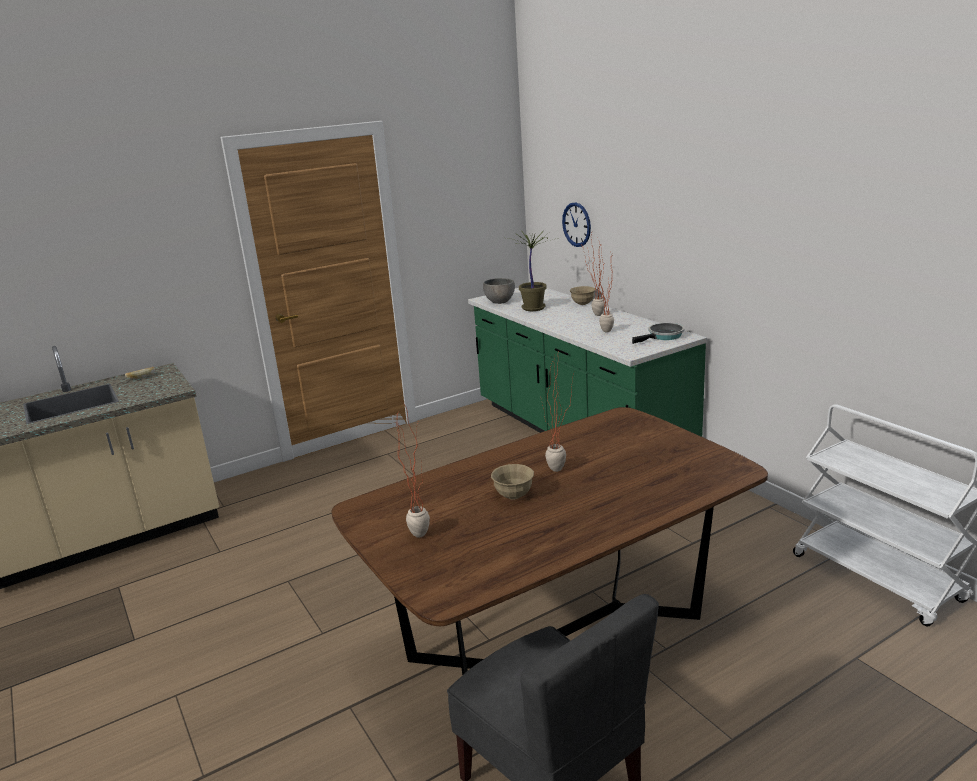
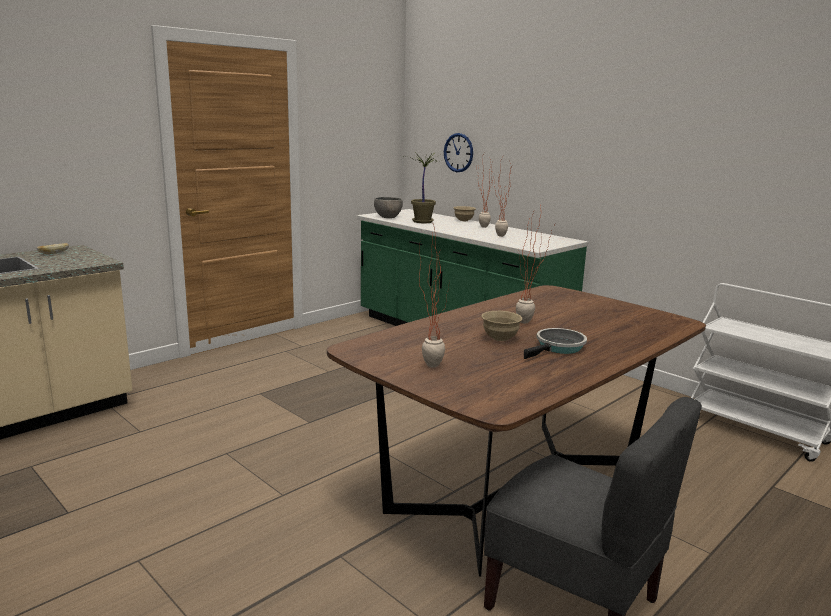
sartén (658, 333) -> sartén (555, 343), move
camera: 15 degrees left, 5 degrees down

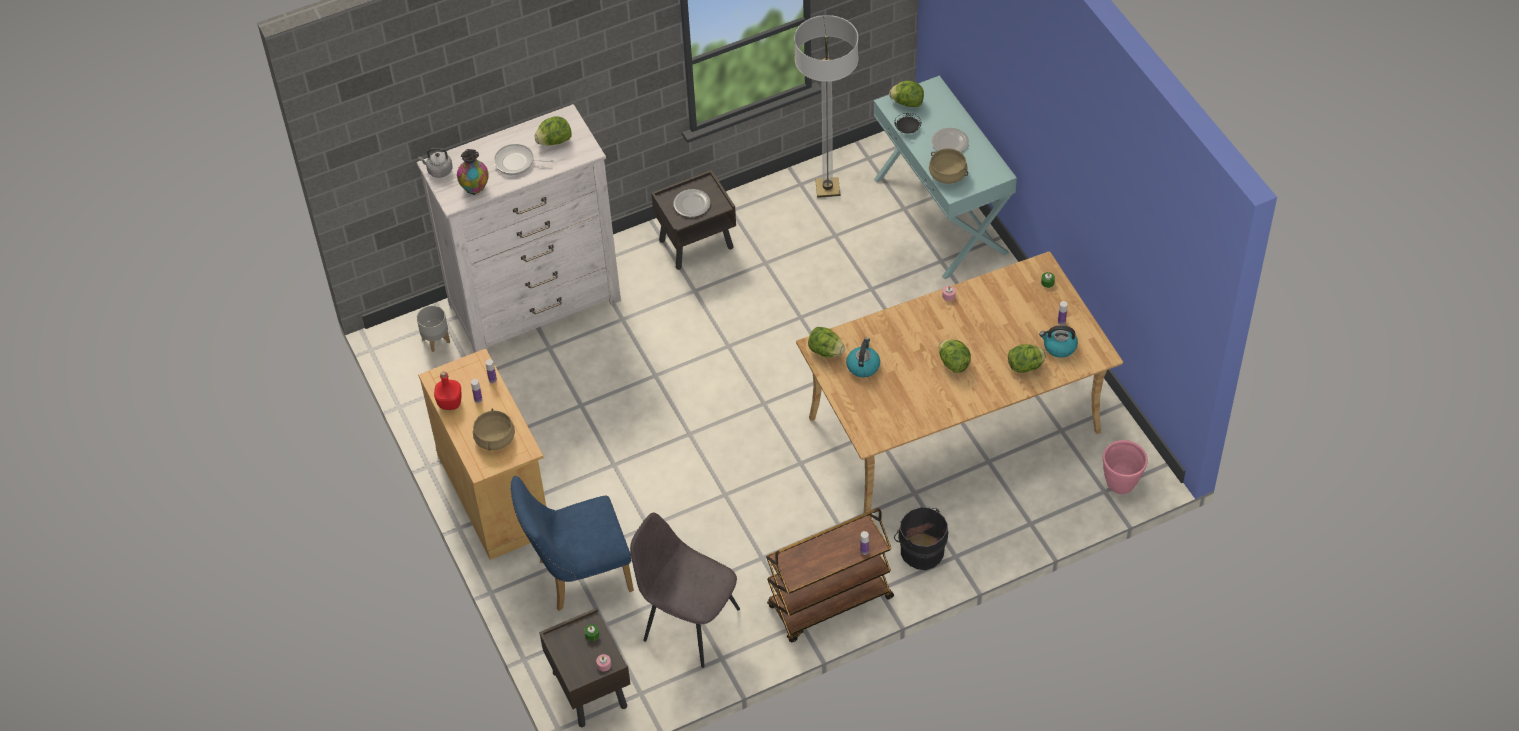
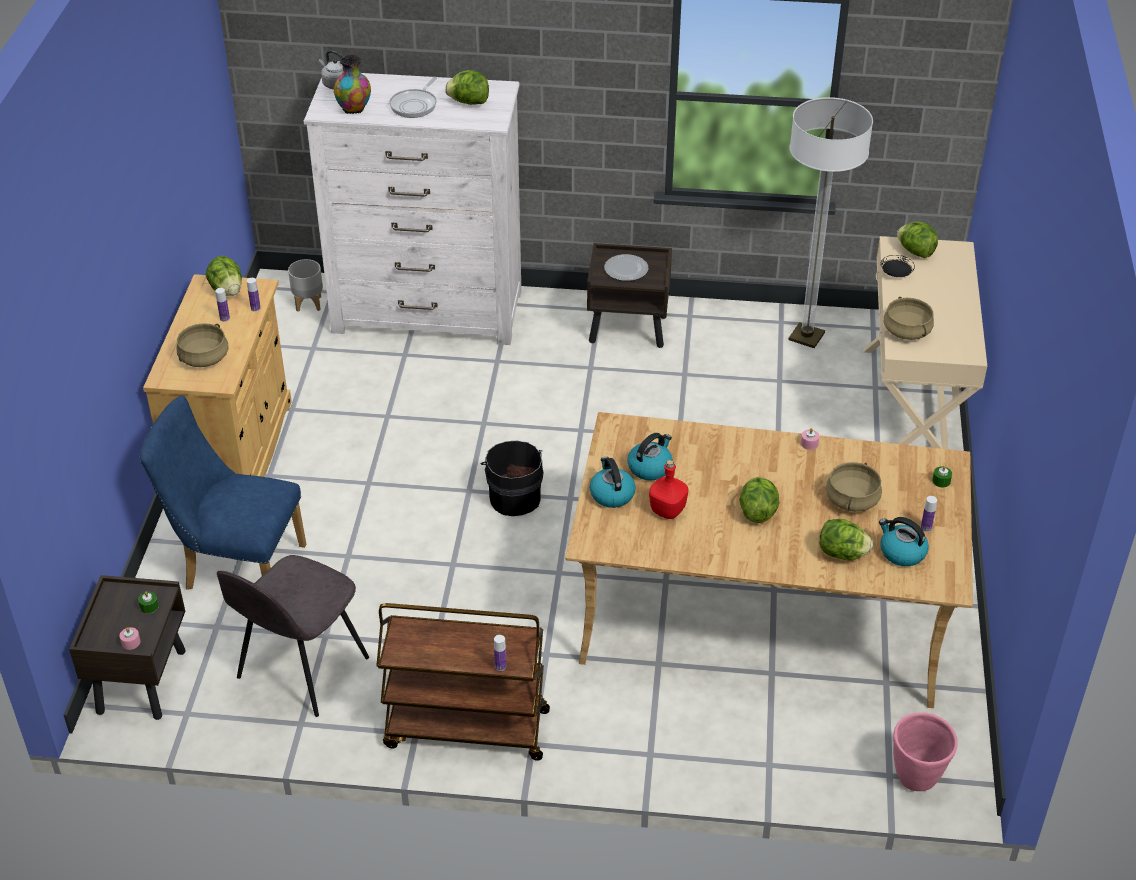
plato (950, 140) -> none
none -> hervidor (613, 482)
none -> olla (beis) (854, 487)
botella (rojo) (448, 390) -> botella (rojo) (668, 489), move
lechuga (826, 342) -> lechuga (224, 276), move
cubo (negro) (921, 538) -> cubo (negro) (512, 478), move
mesa consola (turquesa) (945, 177) -> mesa consola (beis) (925, 342)
sartén (524, 159) -> sartén (413, 97), 105 degrees counterclockwise
silla (gris) (685, 590) -> silla (gris) (293, 636), 120 degrees counterclockwise
camera: 30 degrees right, 10 degrees down

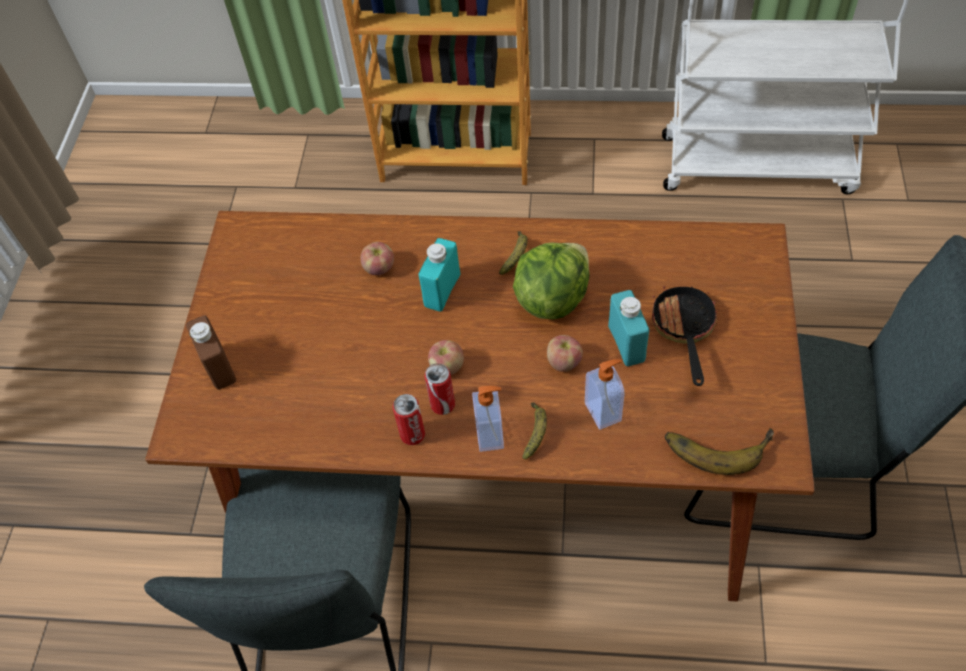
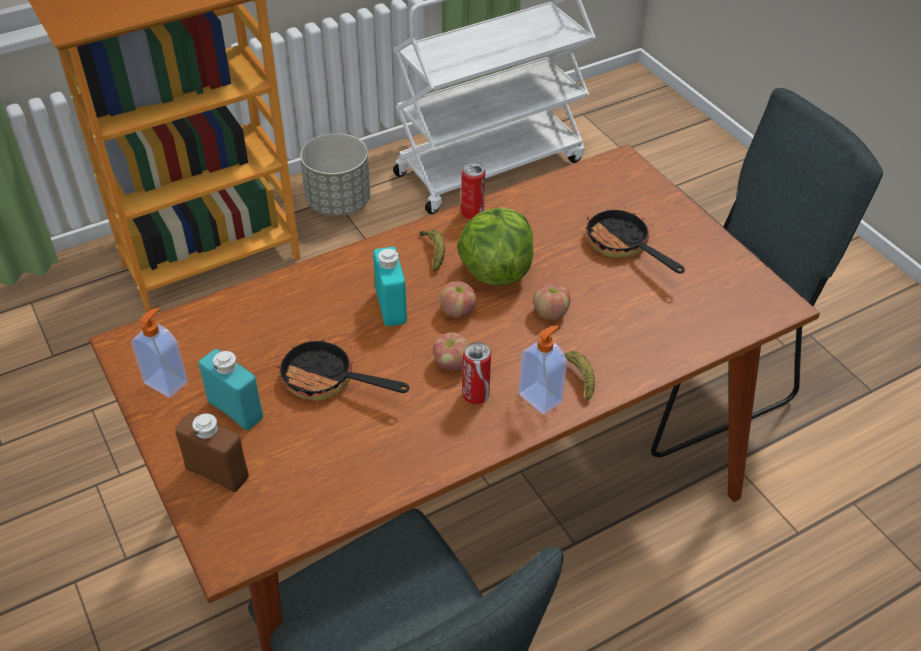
plátano (719, 451) -> none
none -> sartén (343, 369)
none -> maceta (gris) (335, 174)
manzana (377, 258) -> manzana (458, 299), move
lata (409, 419) -> lata (473, 191), move
dispensador de jabón (605, 394) -> dispensador de jabón (159, 353), move
botella (turquesa) (628, 328) -> botella (turquesa) (231, 389), move
camera: 40 degrees left, 10 degrees down

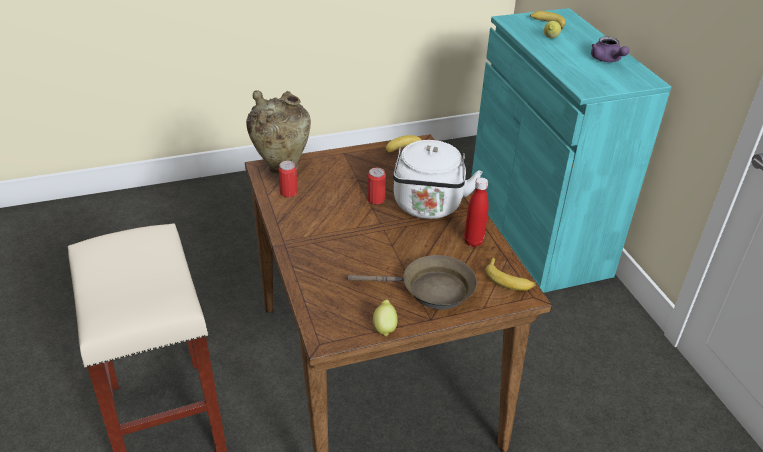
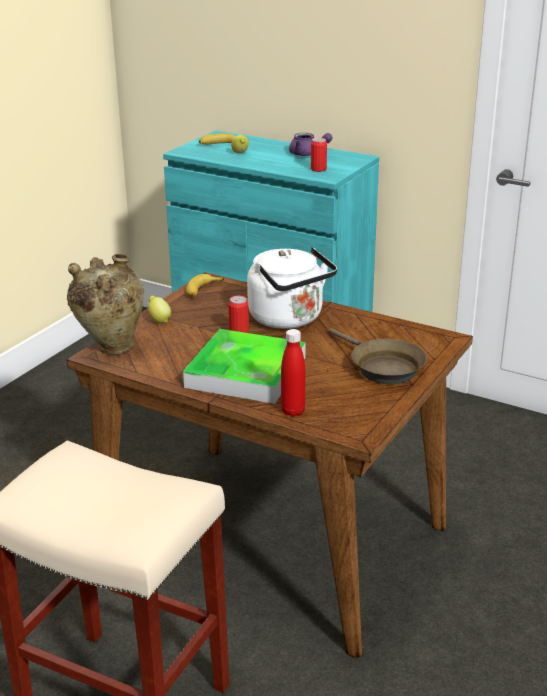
plátano (511, 274) -> none
none -> bandeja (244, 366)
lata (288, 179) -> lata (319, 155), move
limón (385, 318) -> limón (159, 309), move
botella (rojo) (476, 212) -> botella (rojo) (293, 373), move
sartén (marrón) (412, 282) -> sartén (marrón) (378, 356), 90 degrees clockwise
camera: 40 degrees left, 10 degrees down

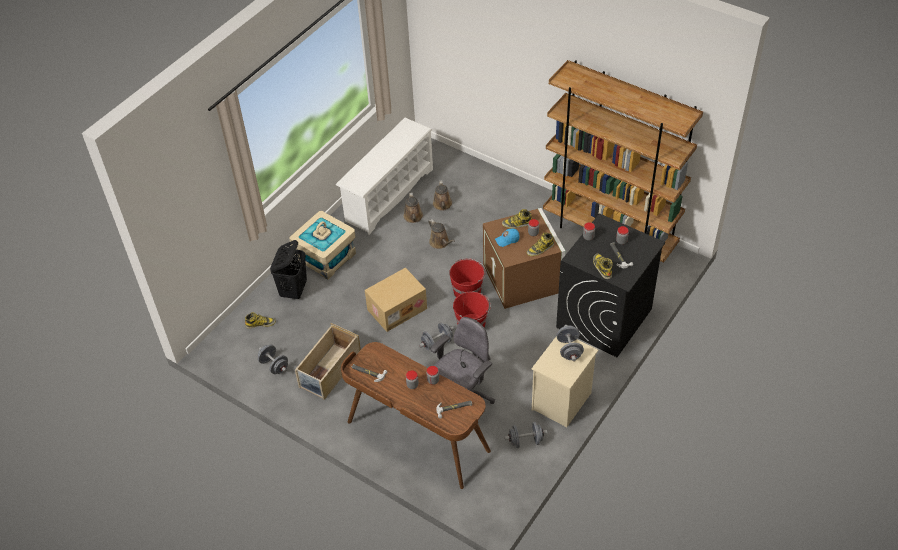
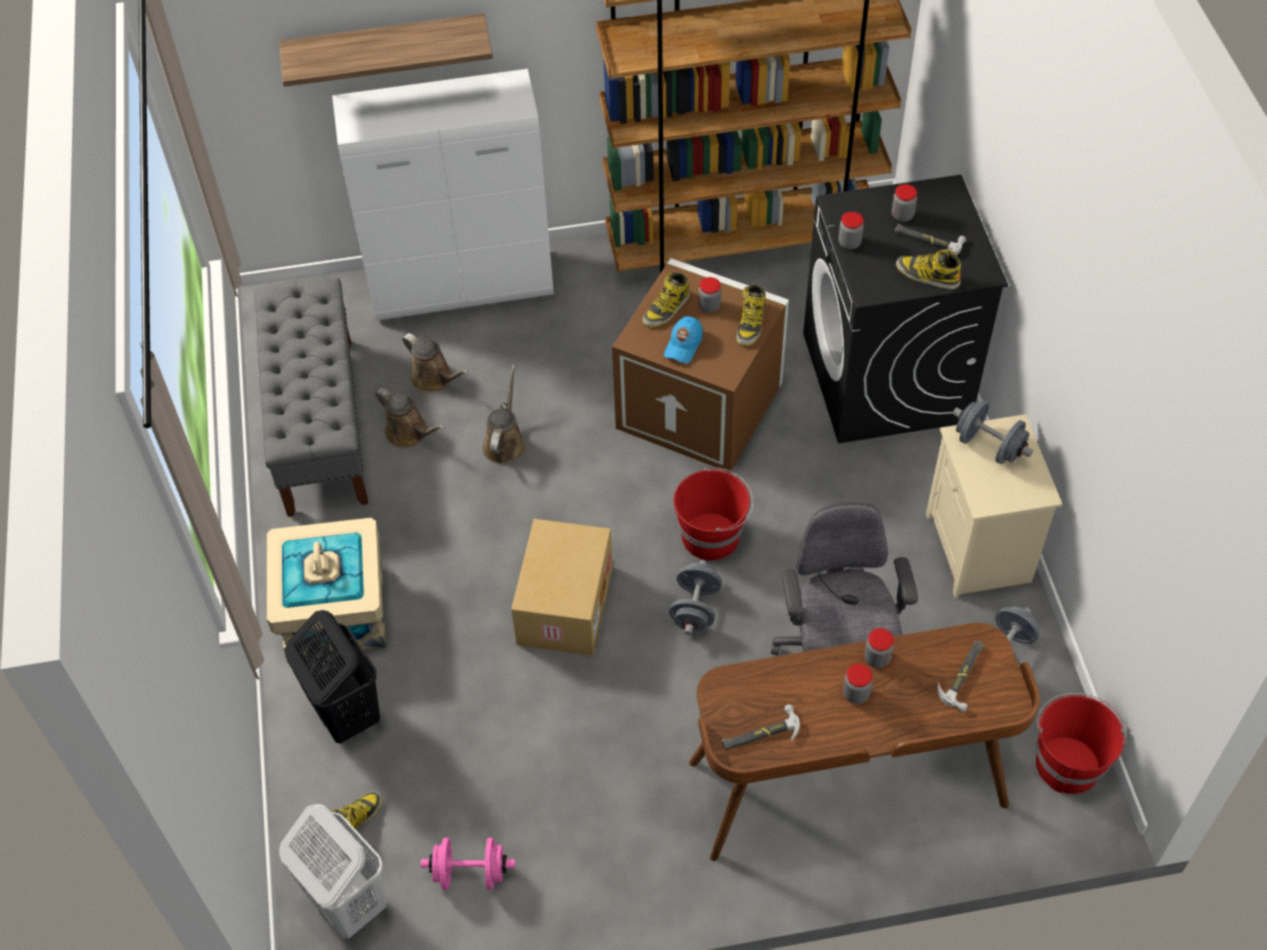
caja de almacenaje (beis) (328, 361) -> none
none -> estante (386, 50)
none -> cesto de la ropa (blanco) (332, 871)
none -> armario (blanco) (443, 195)
cubo (rojo) (467, 277) -> cubo (rojo) (1080, 743), move
zapatero (blanco) (384, 176) -> banco (gris) (311, 397)
mancuerna (gris) (273, 359) -> mancuerna (rosa) (468, 863)
regadera (marrón) (441, 234) -> regadera (marrón) (504, 414), 90 degrees counterclockwise
camera: 45 degrees left, 5 degrees up

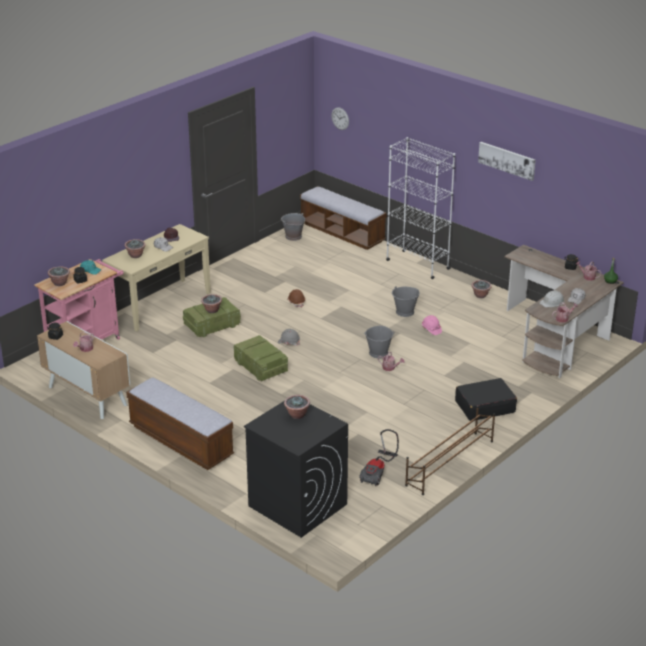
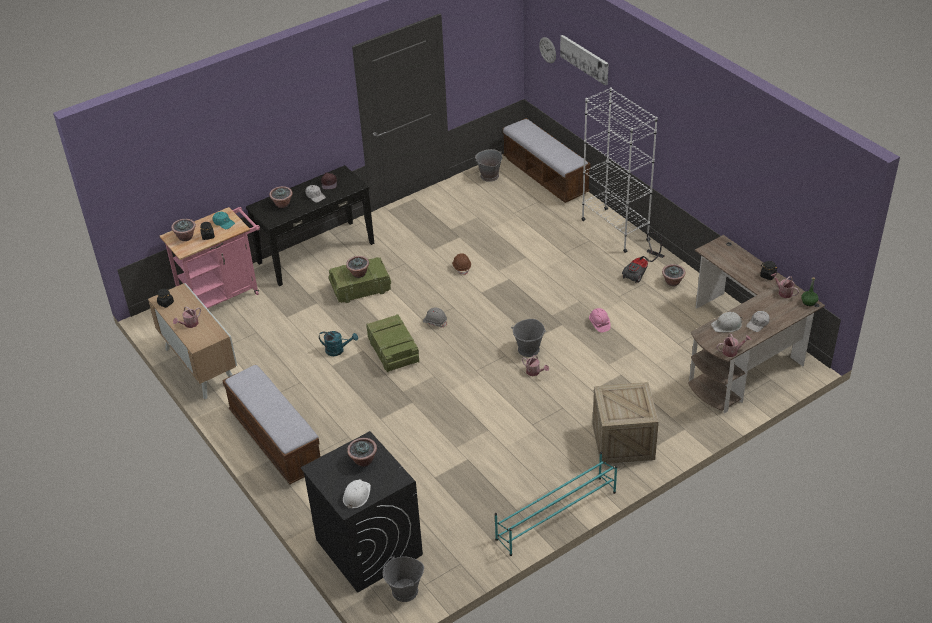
none -> regadera (turquesa) (338, 343)
none -> casco (blanco) (357, 494)
aspiradora (379, 457) -> aspiradora (643, 257), move
cubo (gris) (406, 301) -> cubo (gris) (403, 579), move
cuadro (507, 161) -> cuadro (584, 60), move
maleta (negro) (486, 399) -> caja de embalaje (625, 423)
mesa consola (beis) (156, 277) -> mesa consola (negro) (310, 225)
zapatero (marrón) (450, 450) -> zapatero (turquesa) (556, 504)
camera: 15 degrees right, 10 degrees up

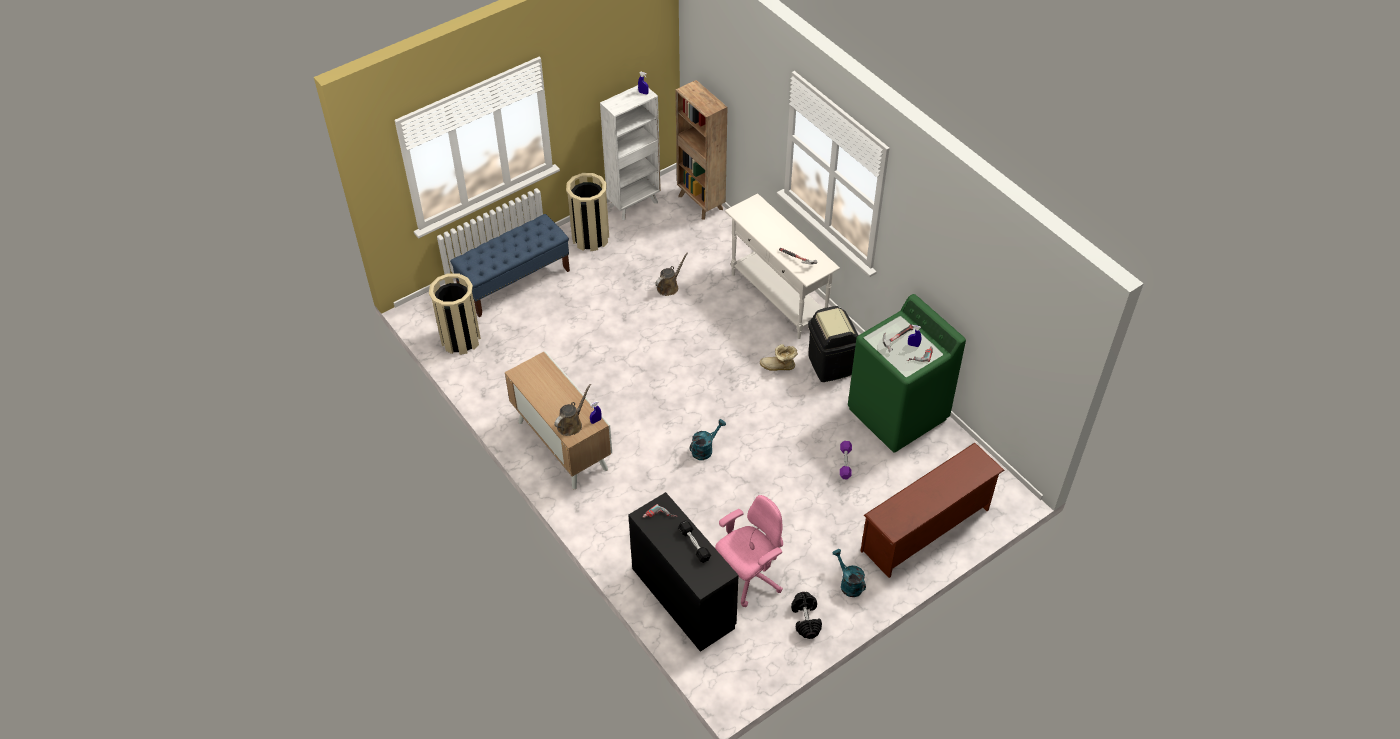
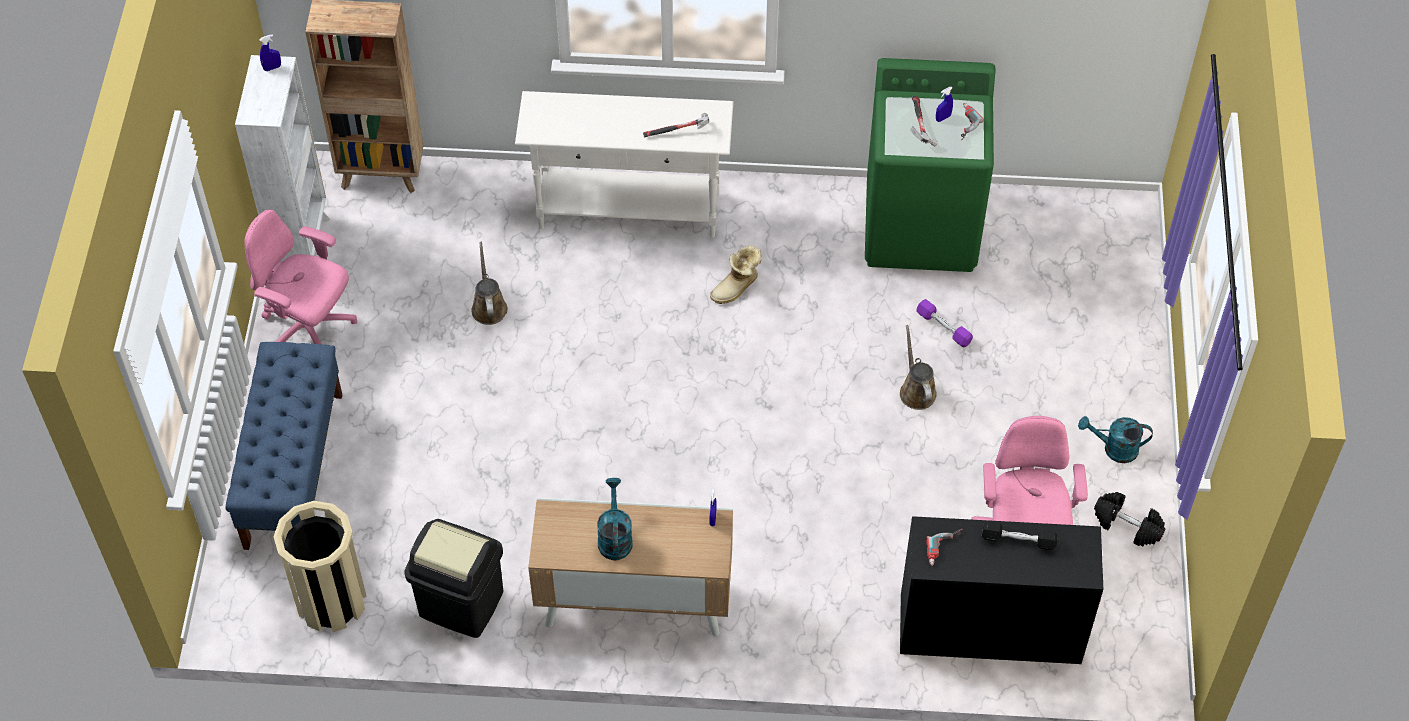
zapatero (marrón) (932, 510) -> none
regadera (marrón) (572, 410) -> regadera (marrón) (918, 367), move
regadera (turquesa) (708, 439) -> regadera (turquesa) (615, 519), move
papelera (negro) (833, 344) -> papelera (negro) (453, 578), move
papelera (beis) (587, 212) -> silla de oficina (rosa) (300, 276)
camera: 50 degrees left, 5 degrees up

